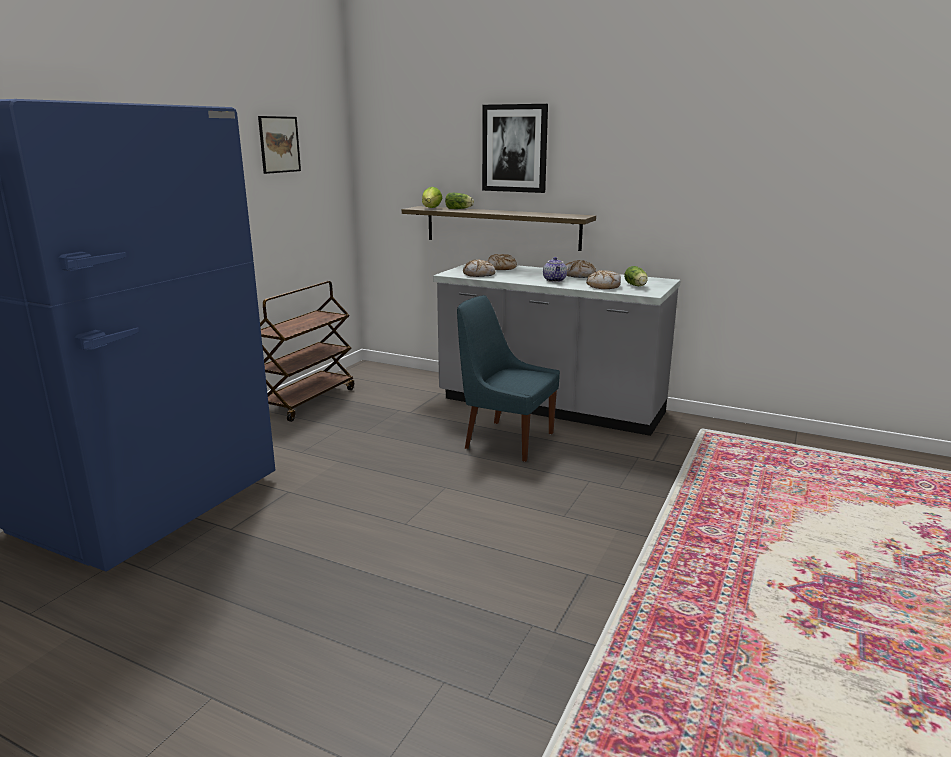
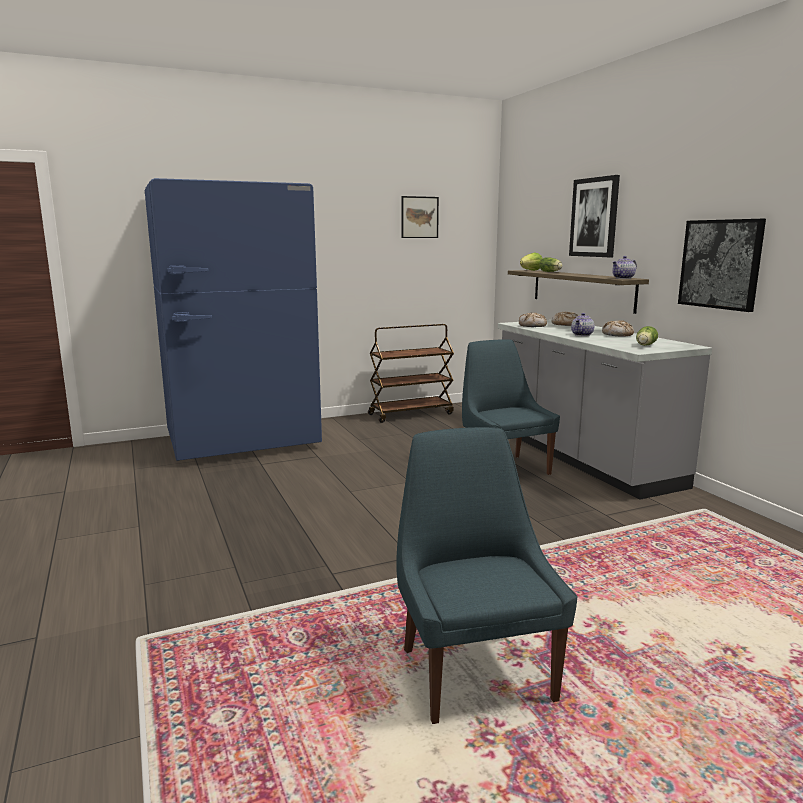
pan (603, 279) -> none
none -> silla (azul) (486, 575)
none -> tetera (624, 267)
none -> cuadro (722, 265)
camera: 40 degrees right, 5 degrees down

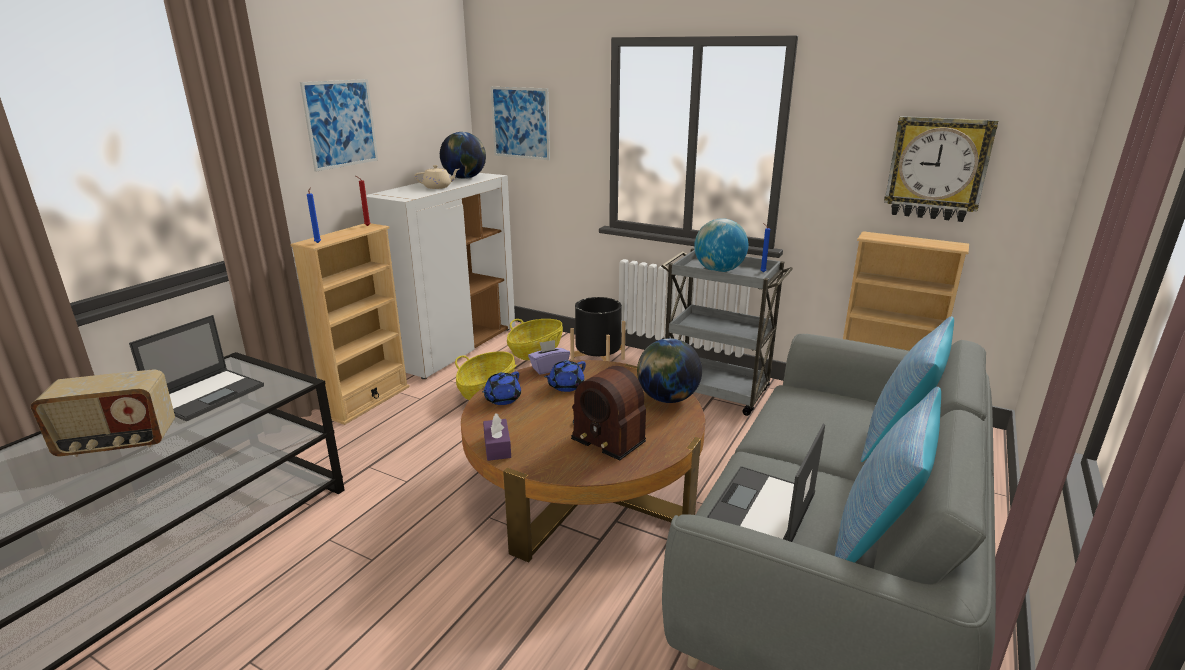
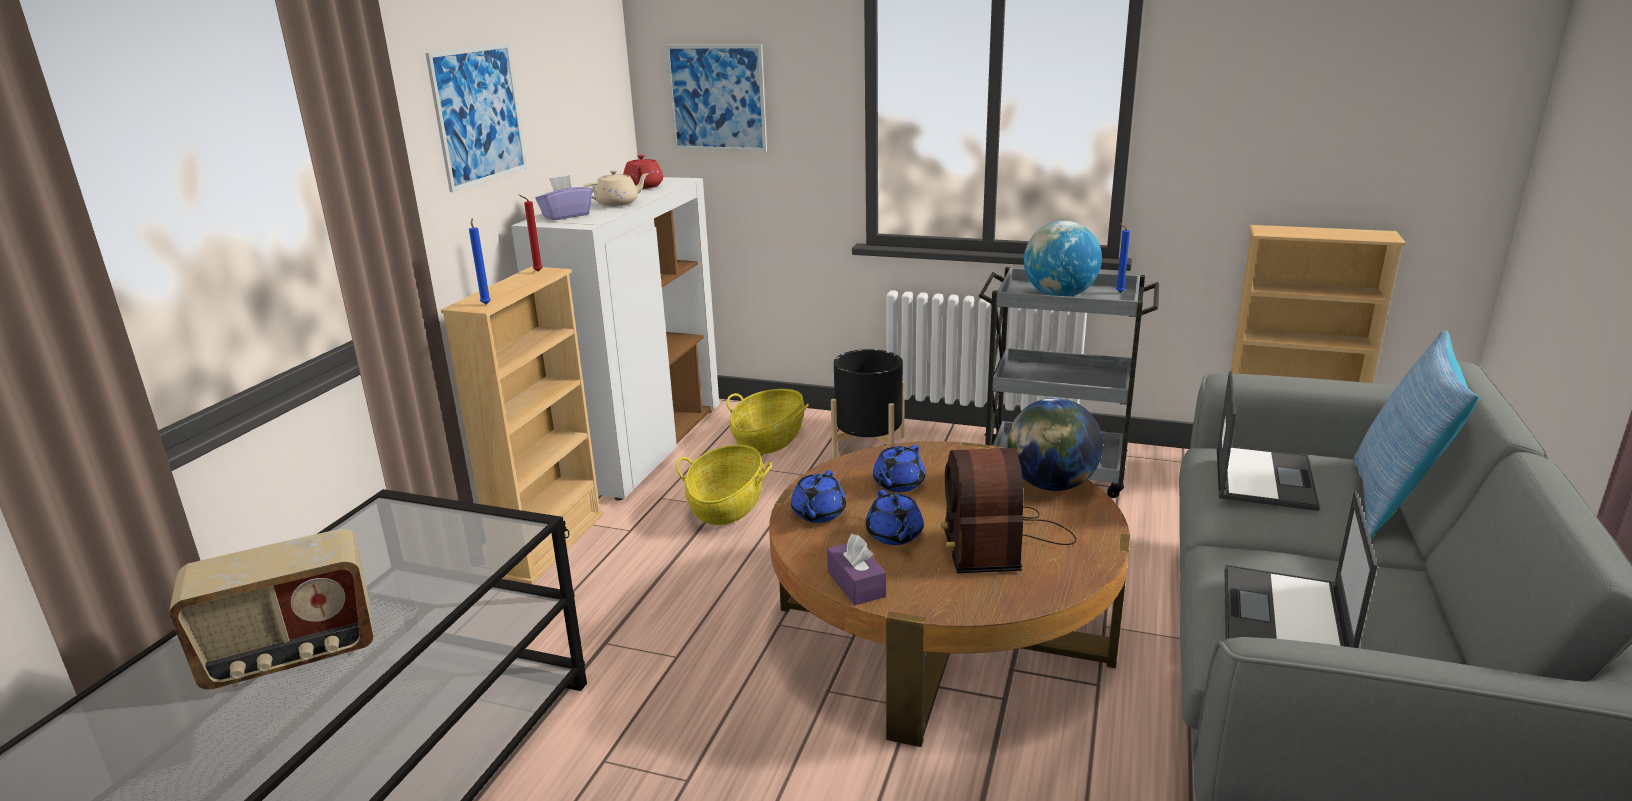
cojín (888, 475) -> none
reloj de pared (941, 169) -> none
none -> tetera (azul) (895, 517)
portátil (196, 368) -> portátil (1268, 441), move
caja de pañuelos (morado) (549, 357) -> caja de pañuelos (morado) (563, 197), move
globo terráqueo (463, 155) -> tetera (rojo) (643, 172)
radio (608, 413) -> radio (1009, 510), 60 degrees clockwise
camera: 10 degrees left, 0 degrees up

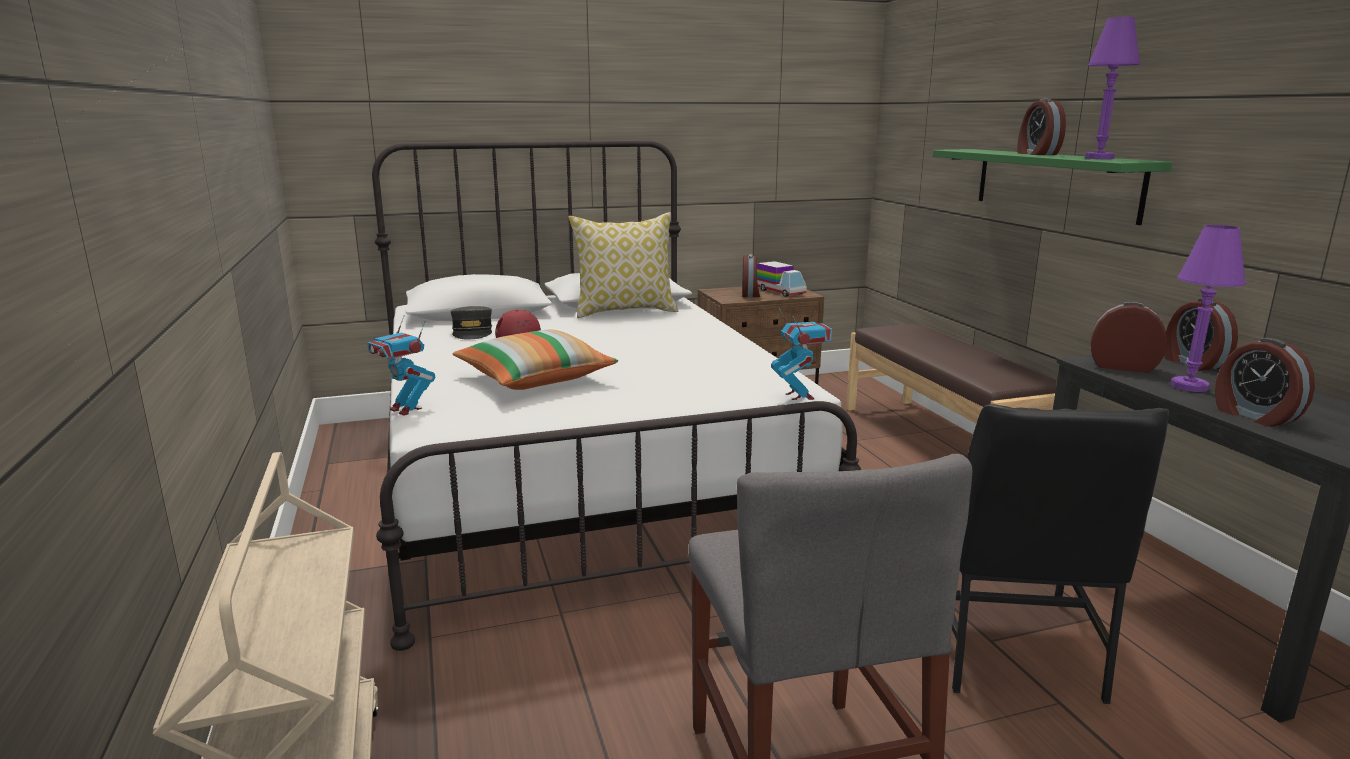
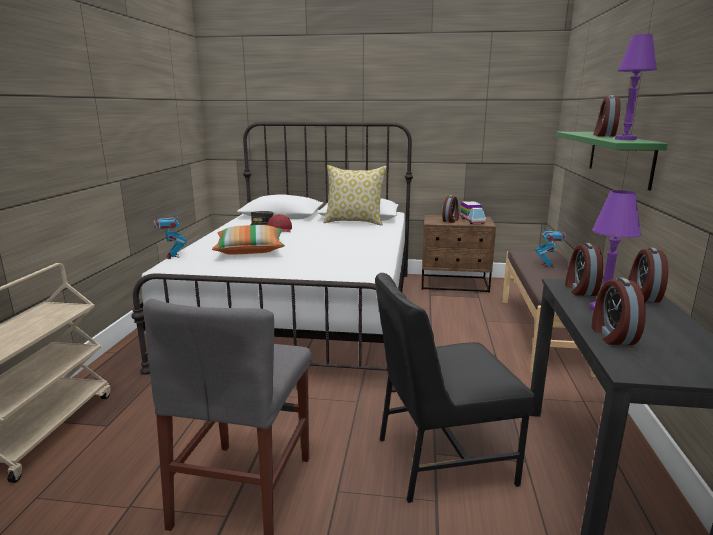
robot de juguete (801, 354) -> robot de juguete (551, 245), move
silla (negro) (1060, 554) -> silla (negro) (455, 388), 45 degrees clockwise
despertador (1128, 337) -> despertador (584, 269), 135 degrees counterclockwise
camera: 25 degrees right, 0 degrees up

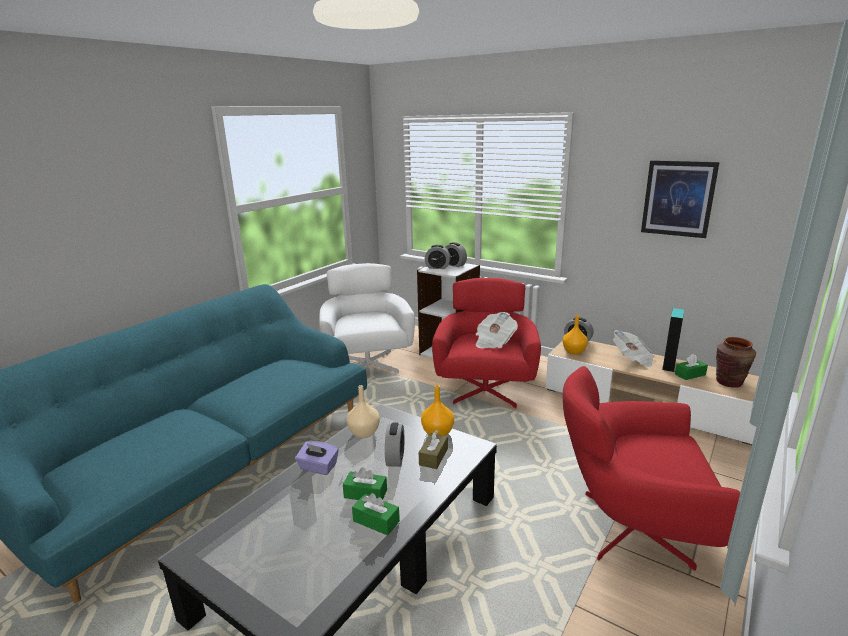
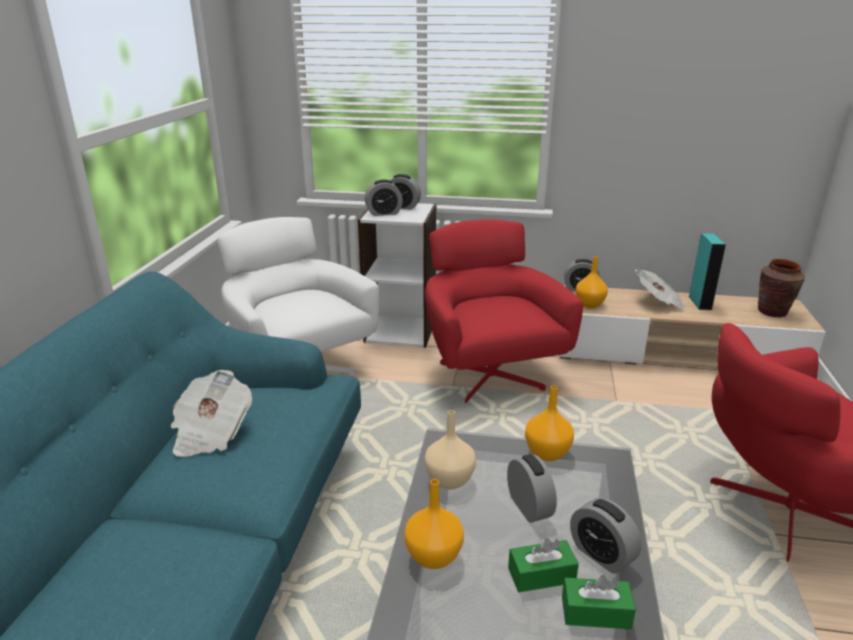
caja de pañuelos (marrón) (433, 449) -> none
cuadro (680, 199) -> none
caja de pañuelos (verde) (691, 367) -> none
none -> despertador (606, 535)
periódico (496, 330) -> periódico (211, 413), move
caja de pañuelos (morado) (317, 458) -> florero (naranja) (434, 524)
camera: 25 degrees left, 5 degrees up

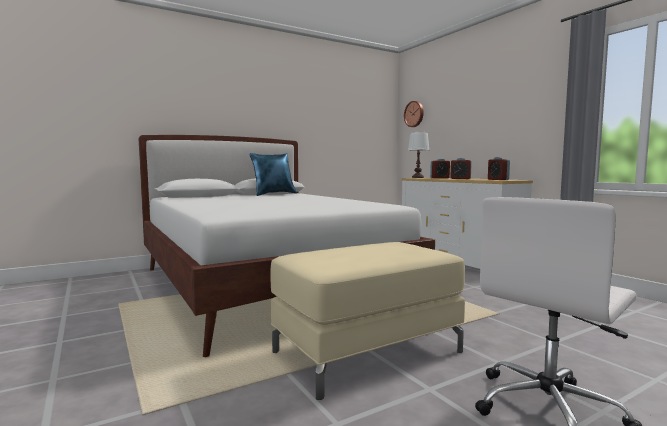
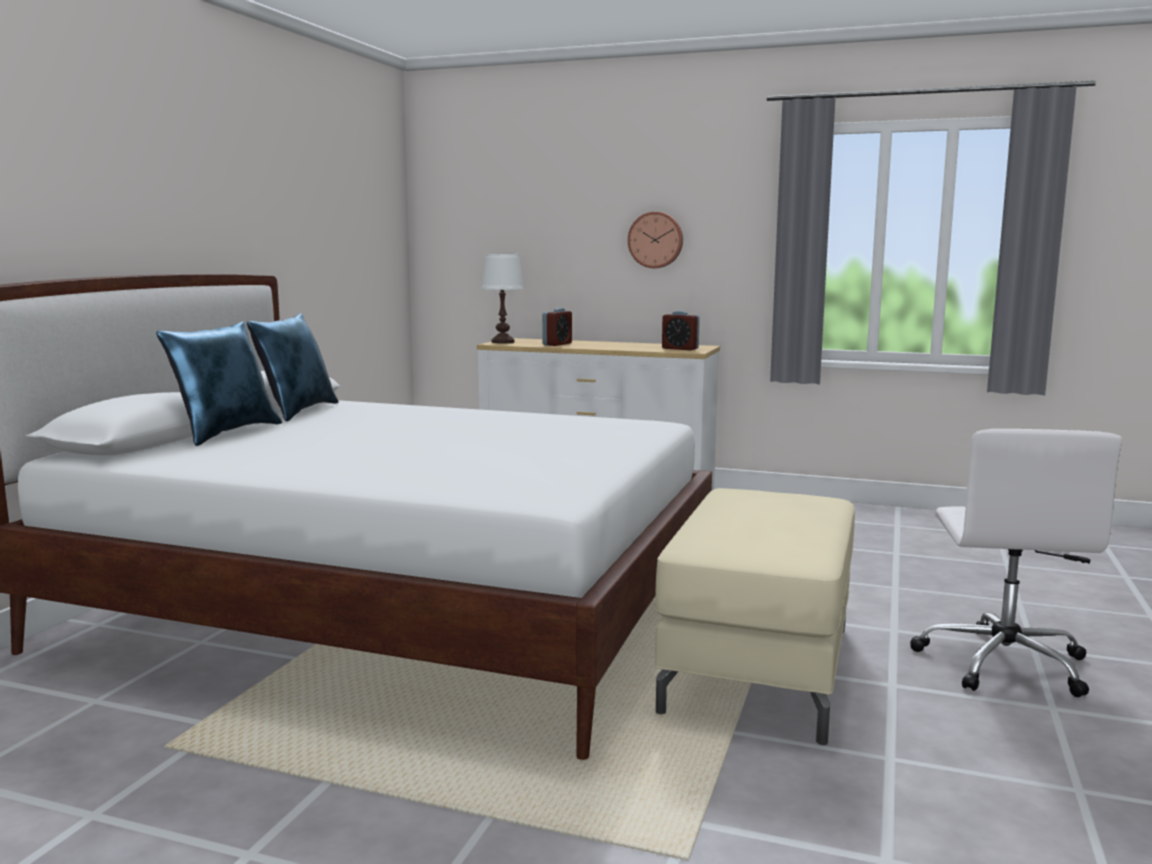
despertador (461, 168) -> none
none -> cojín (azul) (219, 383)
reloj de pared (414, 114) -> reloj de pared (655, 240), move
camera: 40 degrees left, 5 degrees up

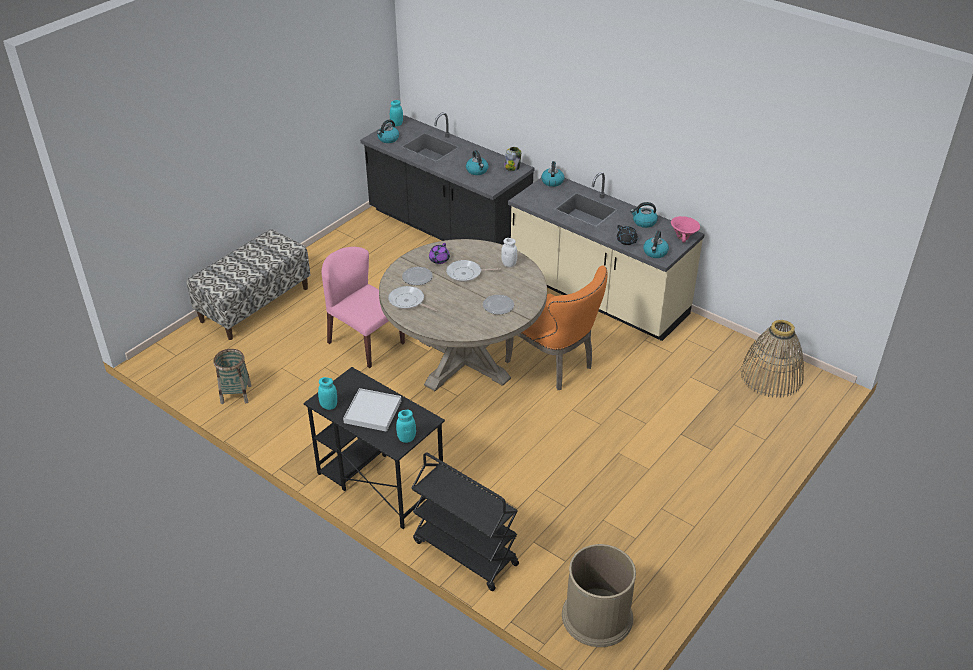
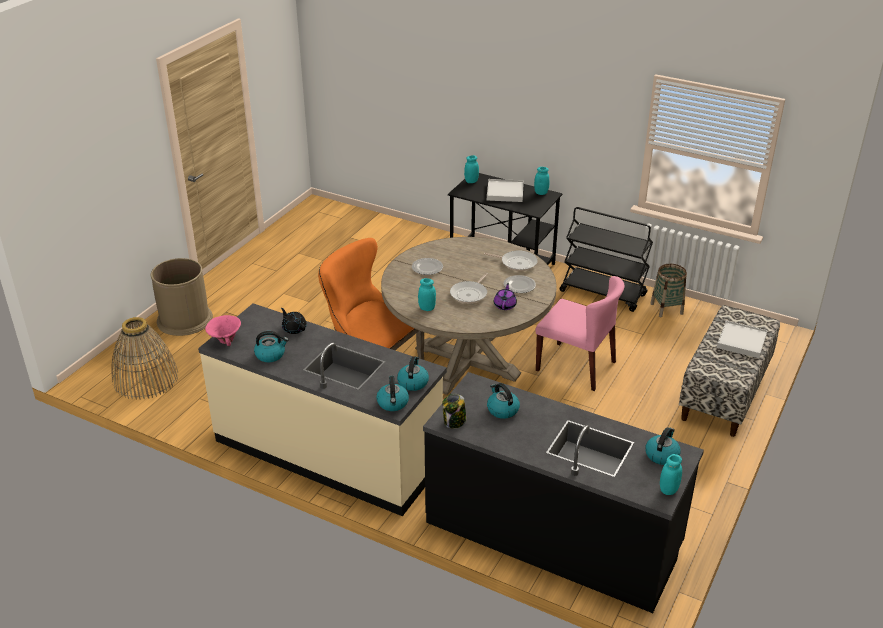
none -> bandeja (blanco) (742, 339)
carrito (negro) (465, 521) -> carrito (negro) (606, 259), move
papelera (marrón) (599, 595) -> papelera (marrón) (182, 297), move
hervidor (656, 244) -> hervidor (413, 373), move
tarro (blanco) (509, 252) -> tarro (turquesa) (427, 294)
sartén (473, 271) -> sartén (469, 288), 135 degrees clockwise
camera: 170 degrees right, 5 degrees down

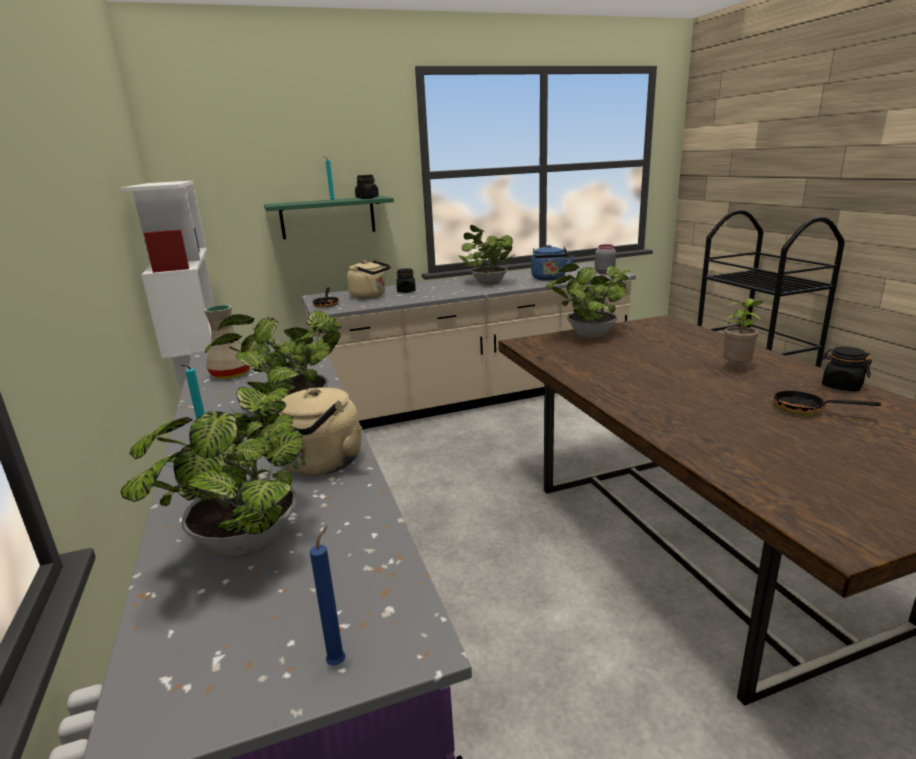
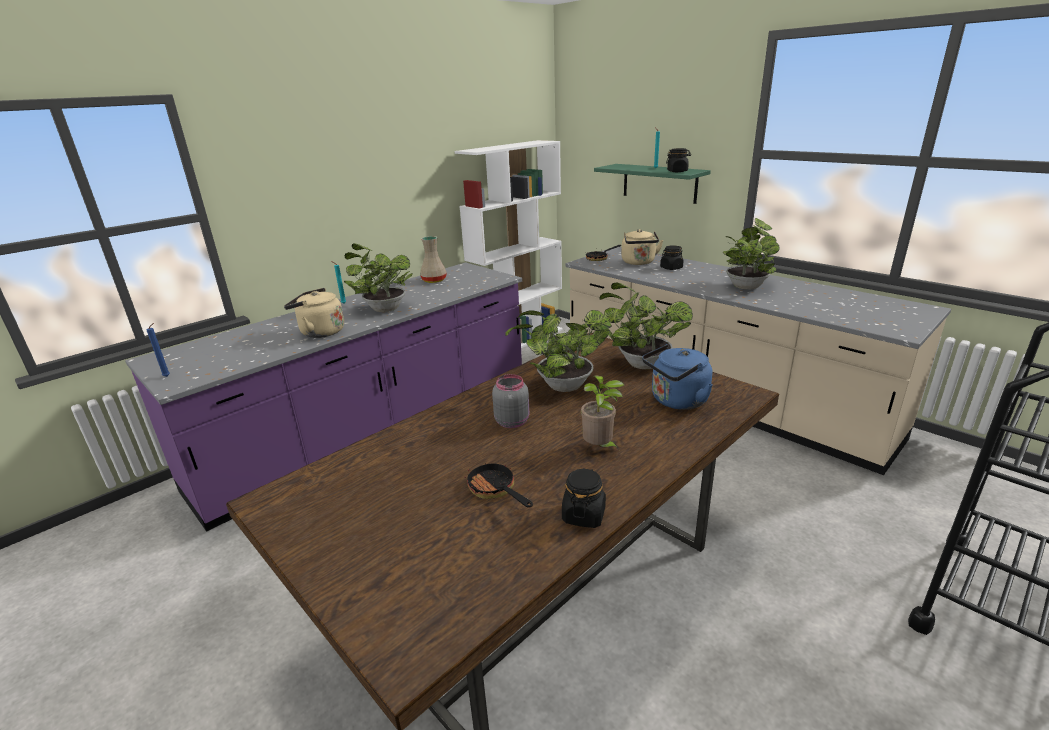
planta en maceta (211, 472) -> planta en maceta (558, 351), move
hervidor (azul) (552, 263) -> hervidor (azul) (677, 377), move
tarro (gris) (605, 259) -> tarro (gris) (510, 401), move
sartén (827, 402) -> sartén (499, 485), 45 degrees counterclockwise
camera: 65 degrees right, 5 degrees up

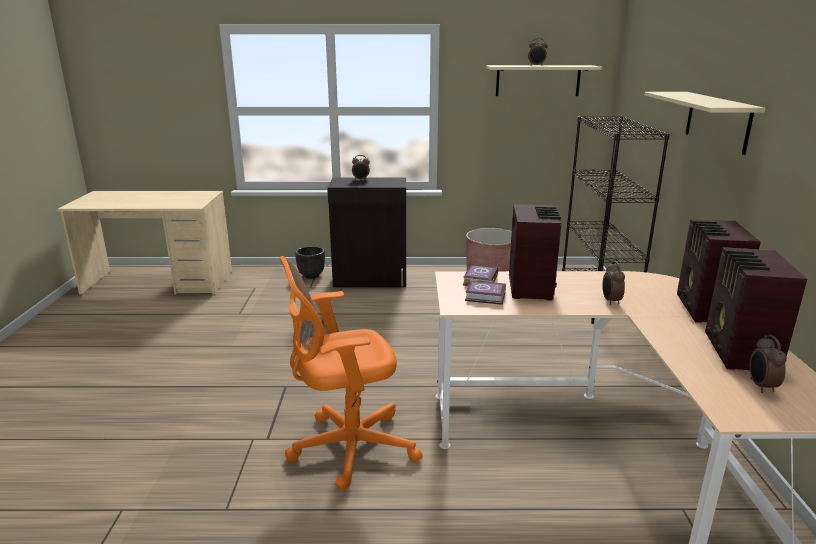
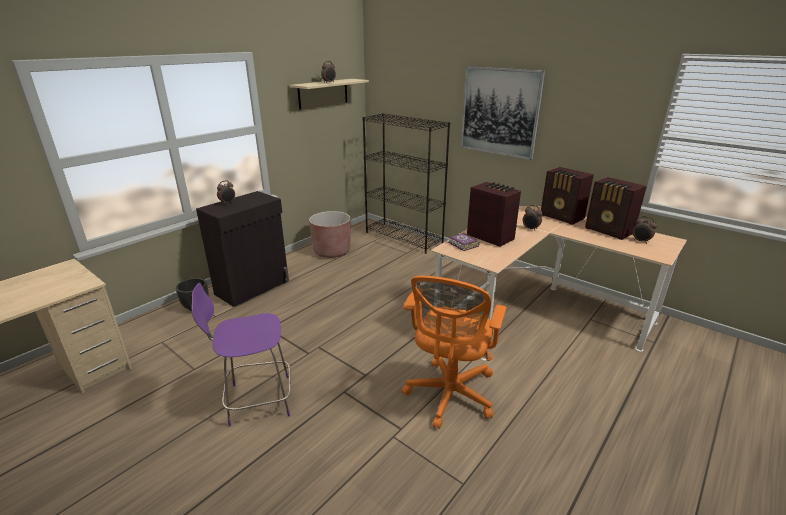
libro (485, 292) -> none
none -> silla (morado) (241, 355)
estante (beis) (704, 123) -> cuadro (503, 113)
camera: 50 degrees left, 5 degrees up

